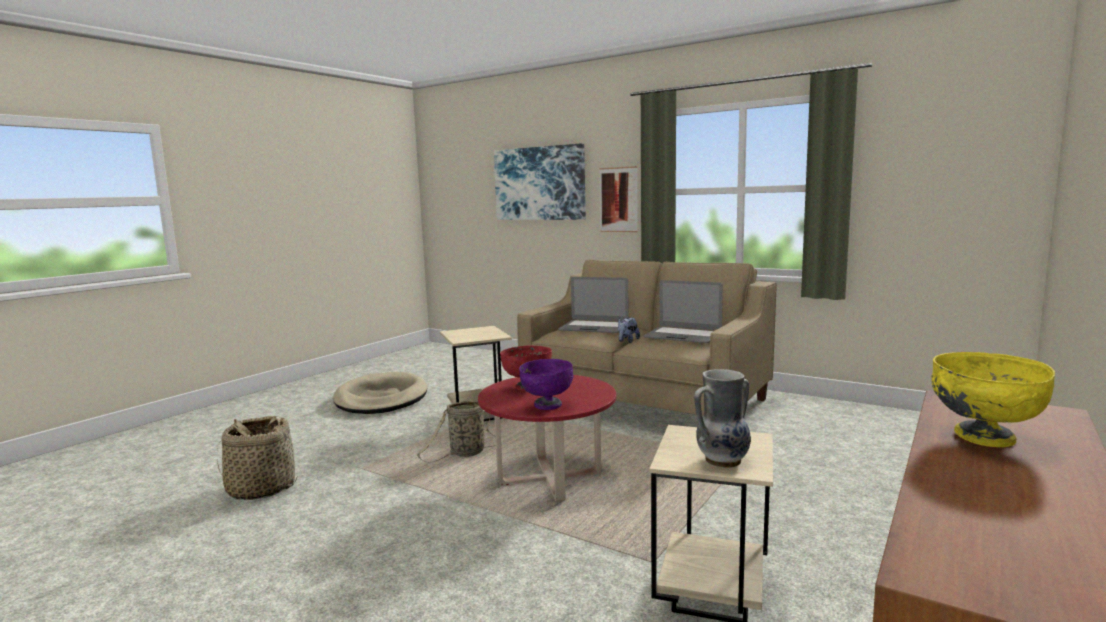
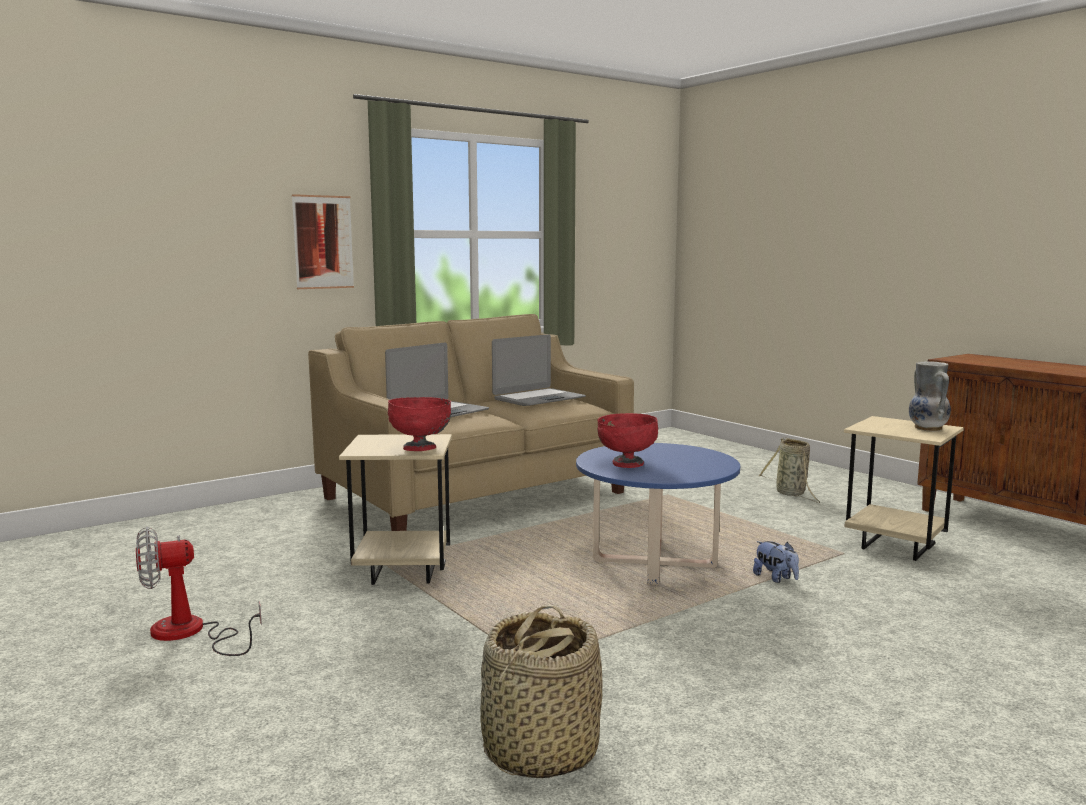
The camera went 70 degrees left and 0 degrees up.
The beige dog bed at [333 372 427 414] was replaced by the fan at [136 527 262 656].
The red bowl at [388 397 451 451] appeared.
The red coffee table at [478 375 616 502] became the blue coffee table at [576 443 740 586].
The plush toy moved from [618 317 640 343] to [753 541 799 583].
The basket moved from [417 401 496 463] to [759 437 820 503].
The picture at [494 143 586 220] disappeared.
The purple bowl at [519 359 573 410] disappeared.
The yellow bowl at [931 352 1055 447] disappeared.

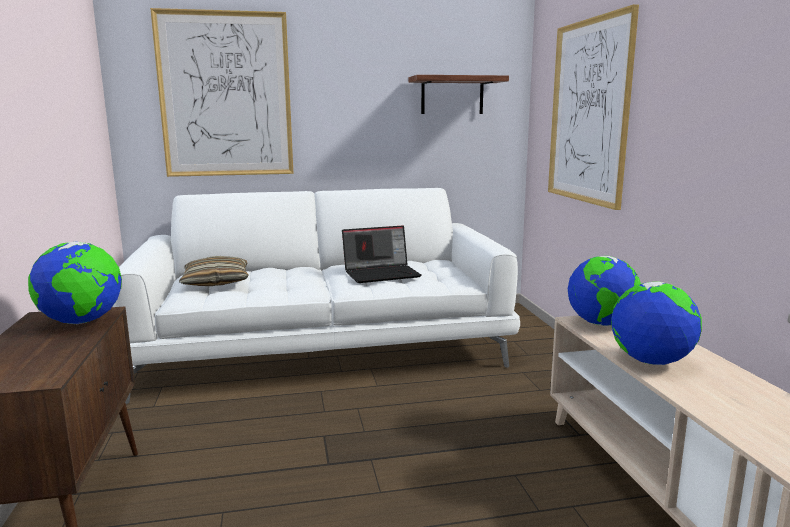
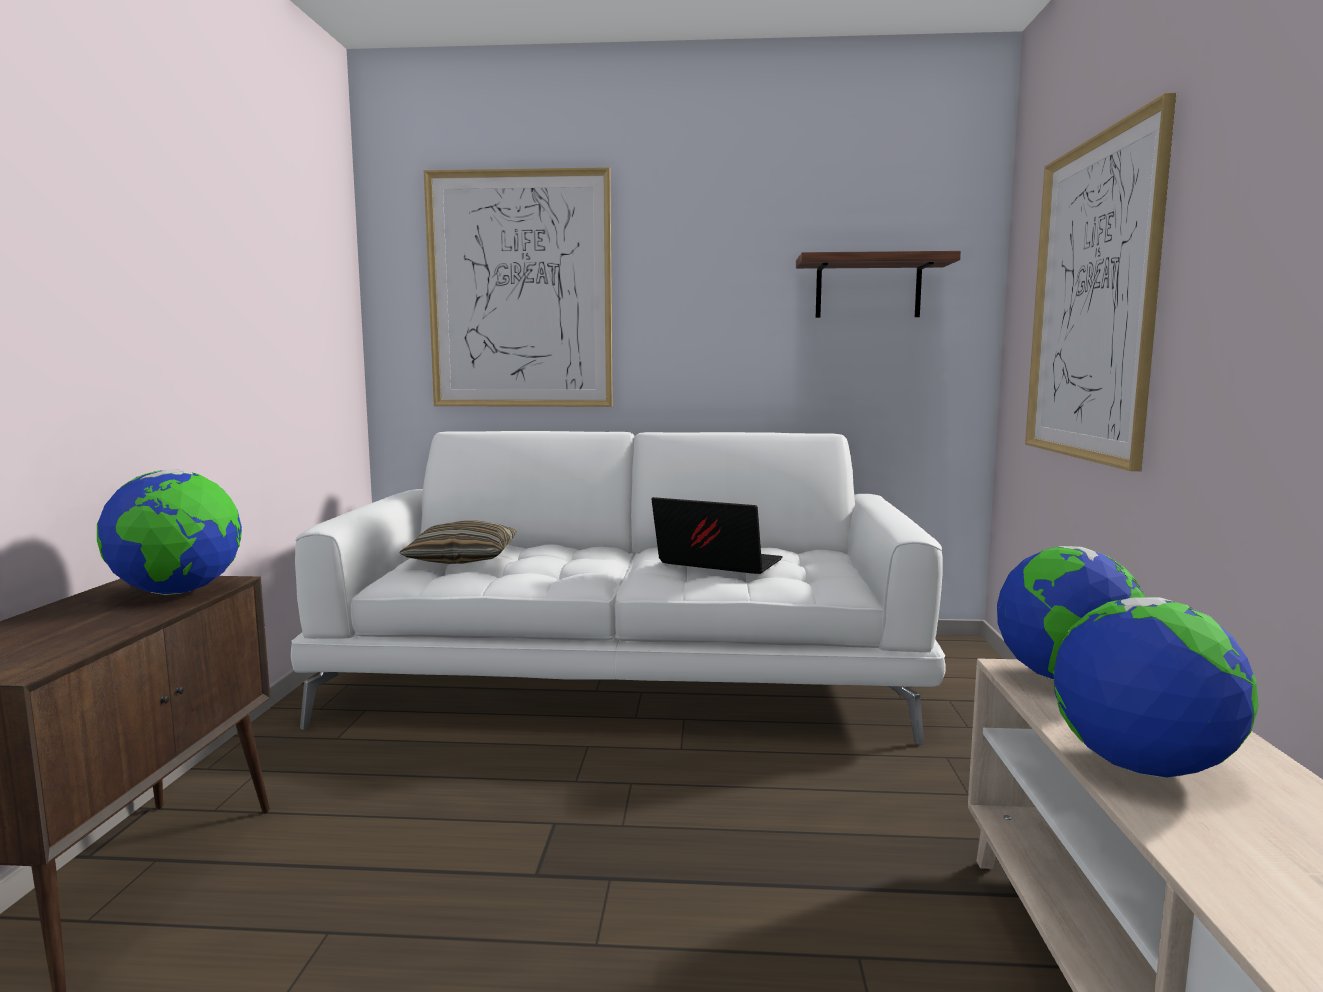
The camera went 15 degrees right and 5 degrees down.
The laptop at [342 225 421 283] turned 150 degrees counterclockwise.

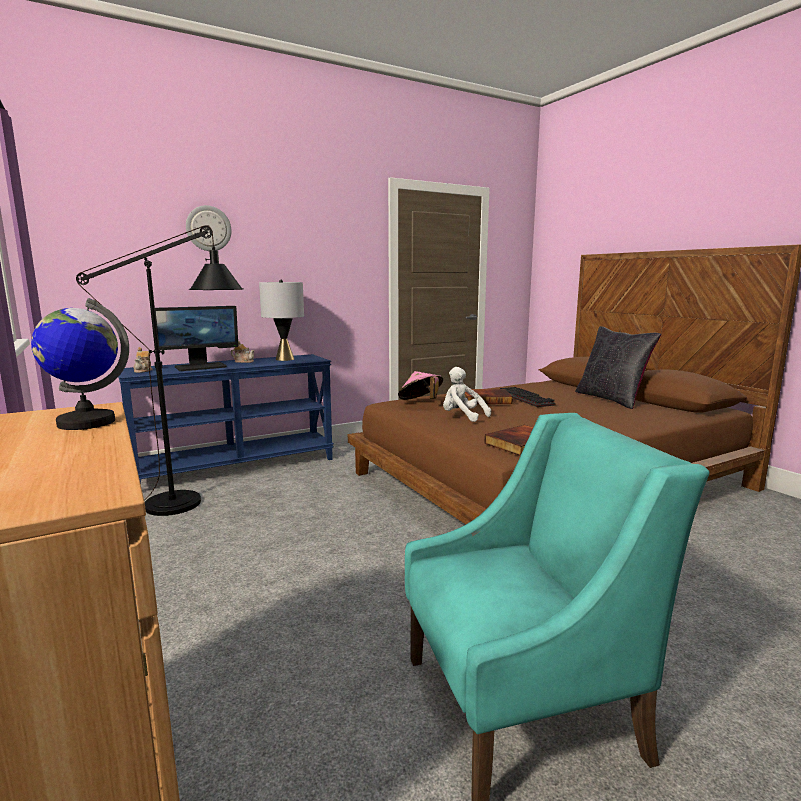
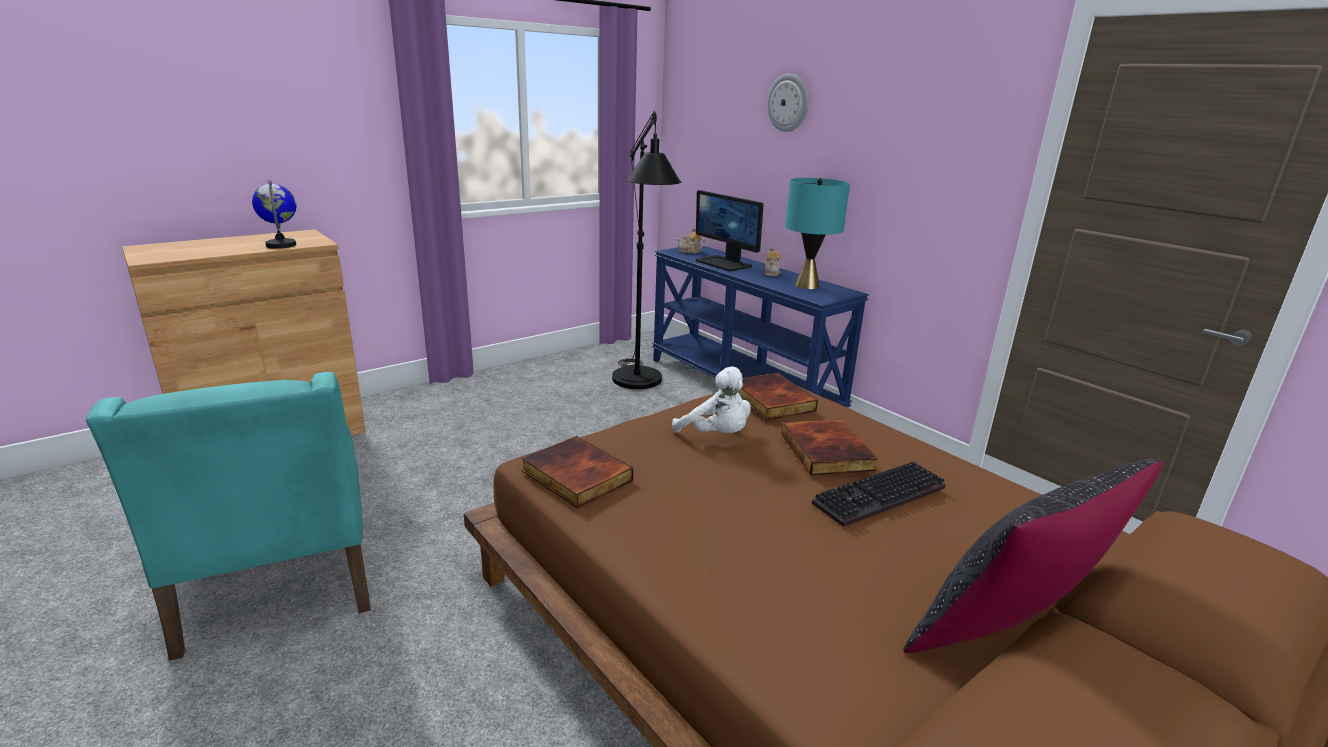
The camera went 80 degrees right and 10 degrees up.
The white plush toy at [443 367 491 422] turned 105 degrees clockwise.
The pink hat at [398 371 443 400] was replaced by the book at [738 373 818 420].
The grey table lamp at [259 280 304 361] became the turquoise table lamp at [785 178 850 289].

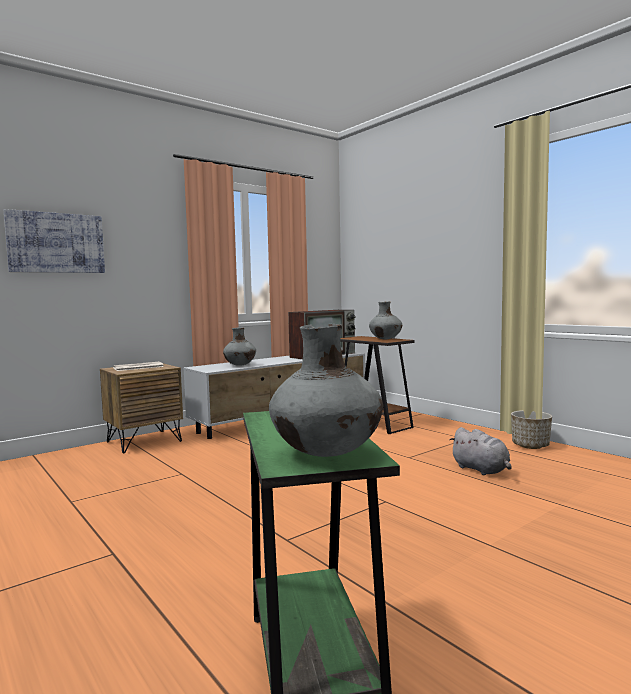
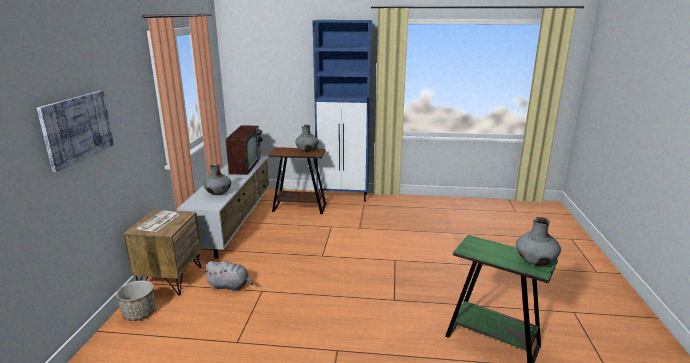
The camera went 45 degrees left and 15 degrees up.
The planter moved from [511 410 552 449] to [116 280 155 321].
The grey plush toy moved from [449 427 512 475] to [204 261 253 292].
The blue cabinet at [312 20 372 202] appeared.

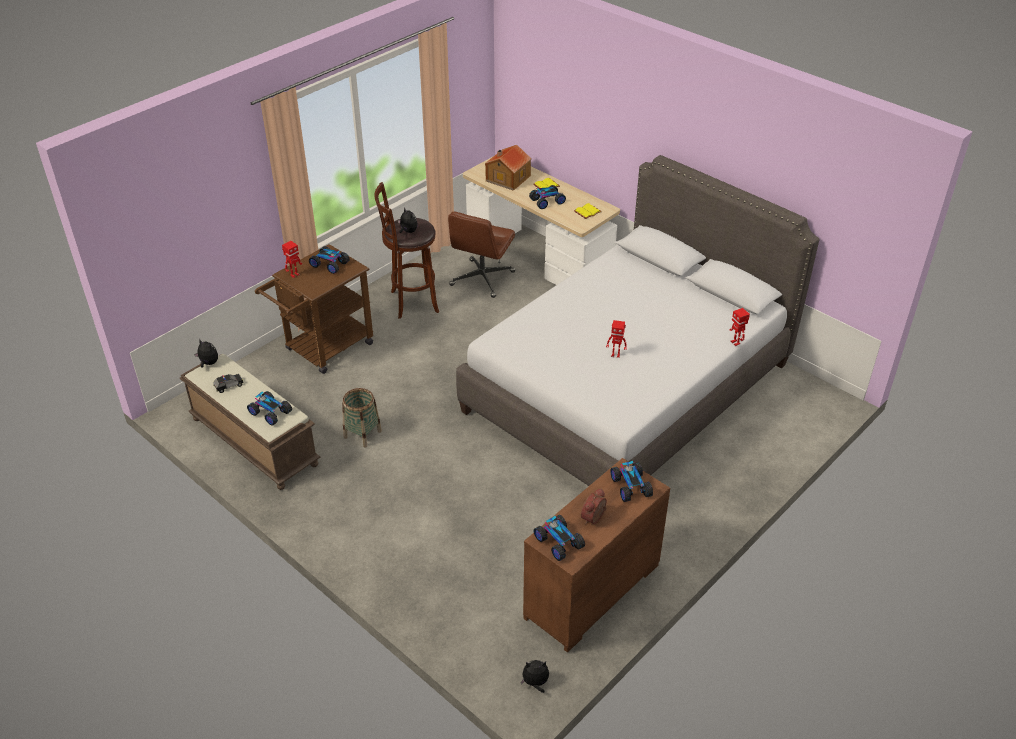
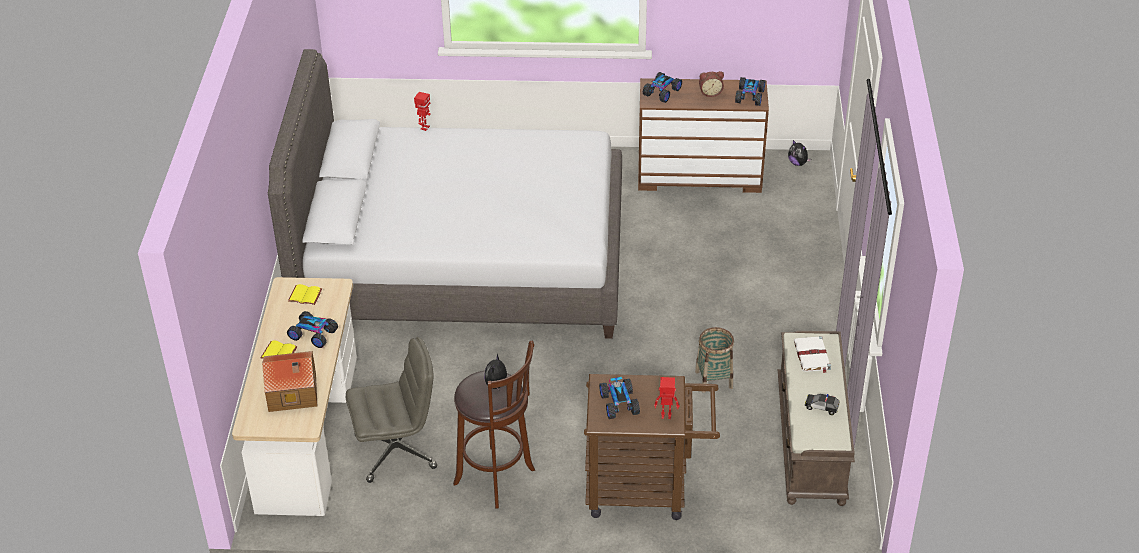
The camera went 130 degrees left and 0 degrees up.
The brown office chair at [448 212 515 298] became the grey office chair at [346 337 437 483].
The toy car at [247 391 292 426] was replaced by the white book at [794 336 831 373].
The plush toy at [194 338 218 368] disappeared.
The toy robot at [606 320 627 358] disappeared.

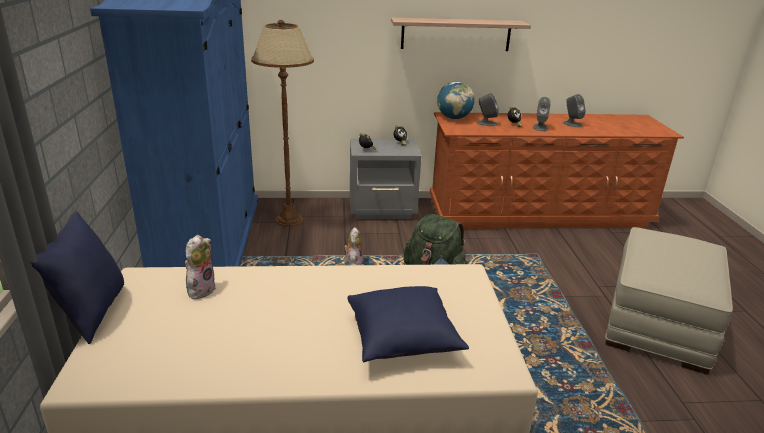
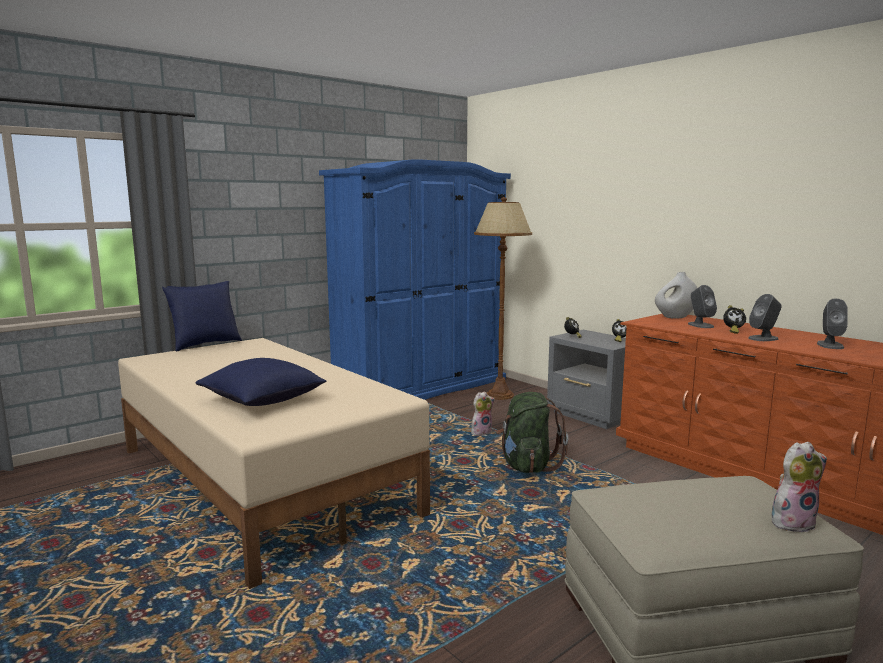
The camera went 55 degrees right and 15 degrees down.
The globe at [437 82 475 119] was replaced by the white vase at [655 272 697 318].
The plush toy moved from [185 235 216 299] to [772 442 827 532].
The shelf at [391 18 531 51] disappeared.

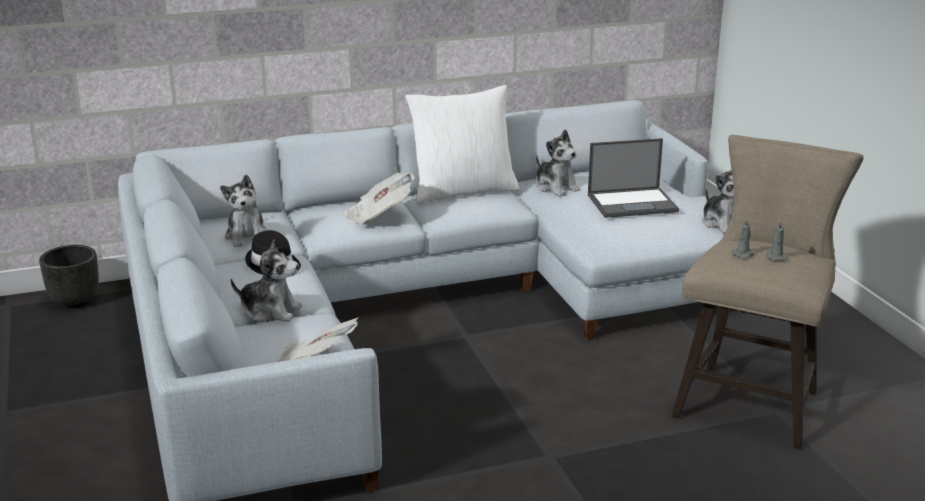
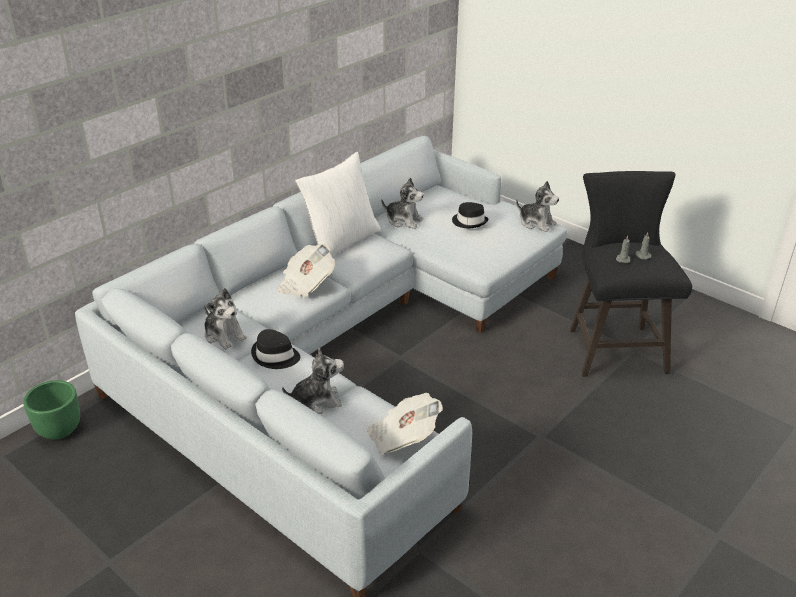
The camera went 30 degrees left and 10 degrees up.
The black planter at [39 245 99 308] became the green planter at [23 380 80 440].
The laptop at [588 138 679 218] was replaced by the black hat at [452 202 488 228].
The beige stool at [672 135 864 449] became the black stool at [570 171 692 377].

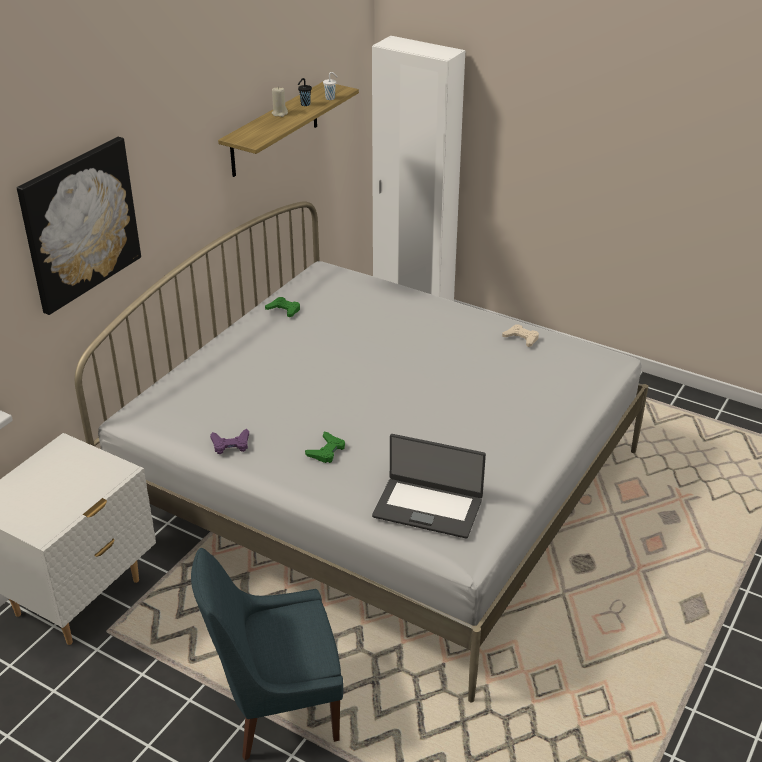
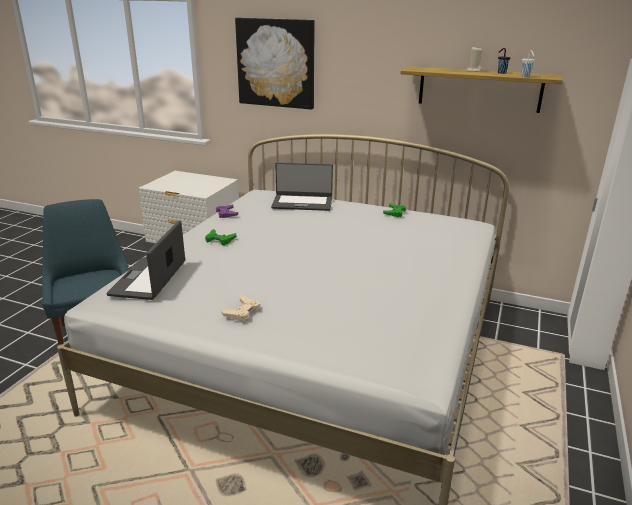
The camera went 80 degrees right and 10 degrees down.
The beige game controller moved from [502 324 539 347] to [222 295 260 322].
The laptop at [271 162 333 211] appeared.

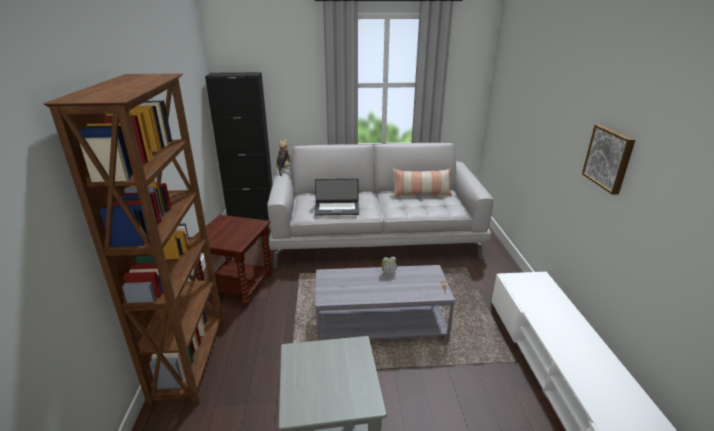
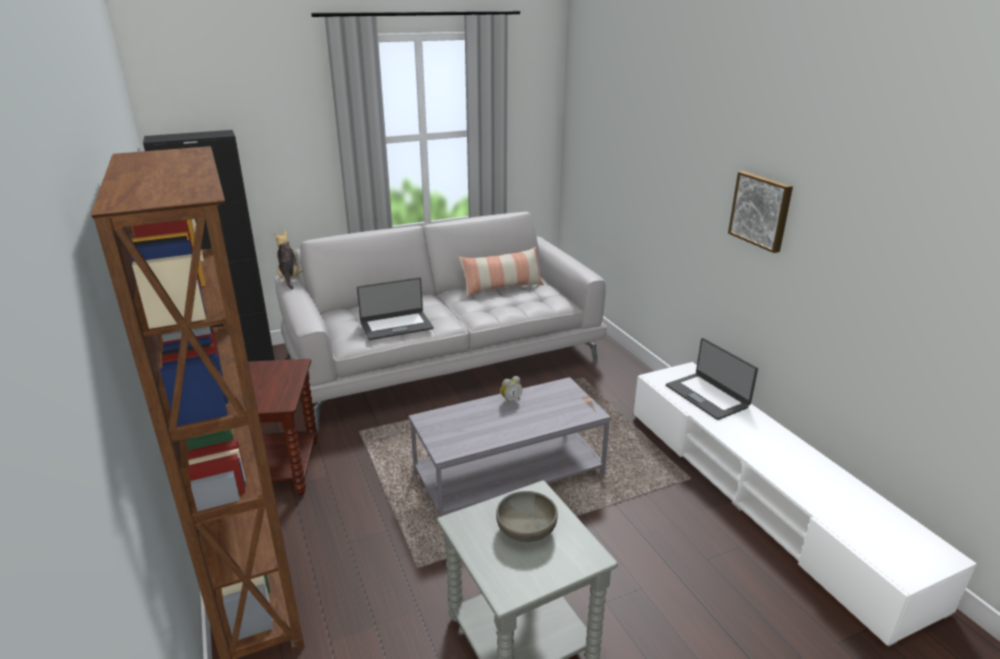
The camera went 20 degrees left and 0 degrees up.
The grey bowl at [496 491 558 542] appeared.
The laptop at [666 338 758 420] appeared.

